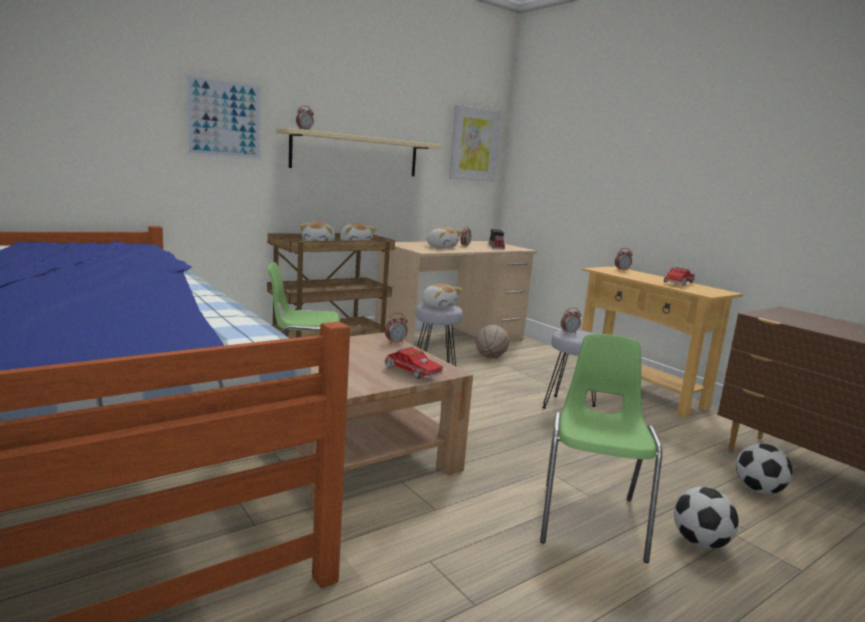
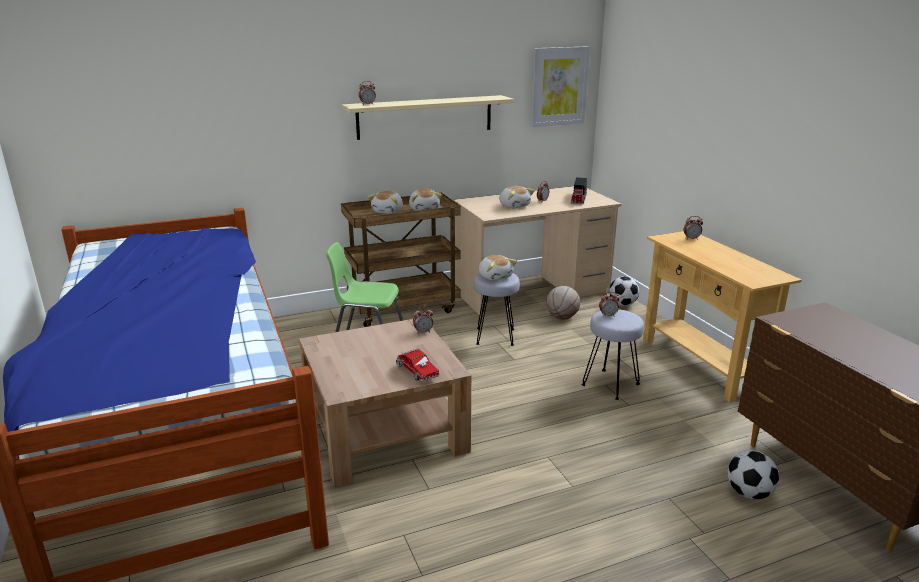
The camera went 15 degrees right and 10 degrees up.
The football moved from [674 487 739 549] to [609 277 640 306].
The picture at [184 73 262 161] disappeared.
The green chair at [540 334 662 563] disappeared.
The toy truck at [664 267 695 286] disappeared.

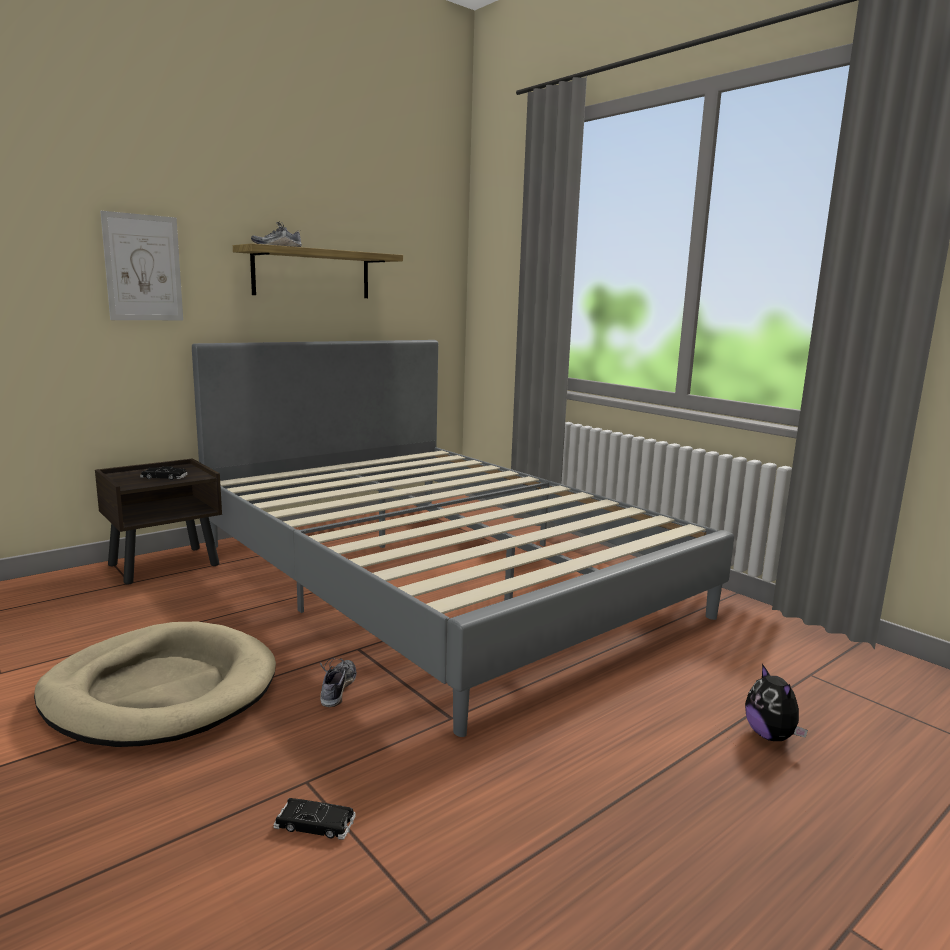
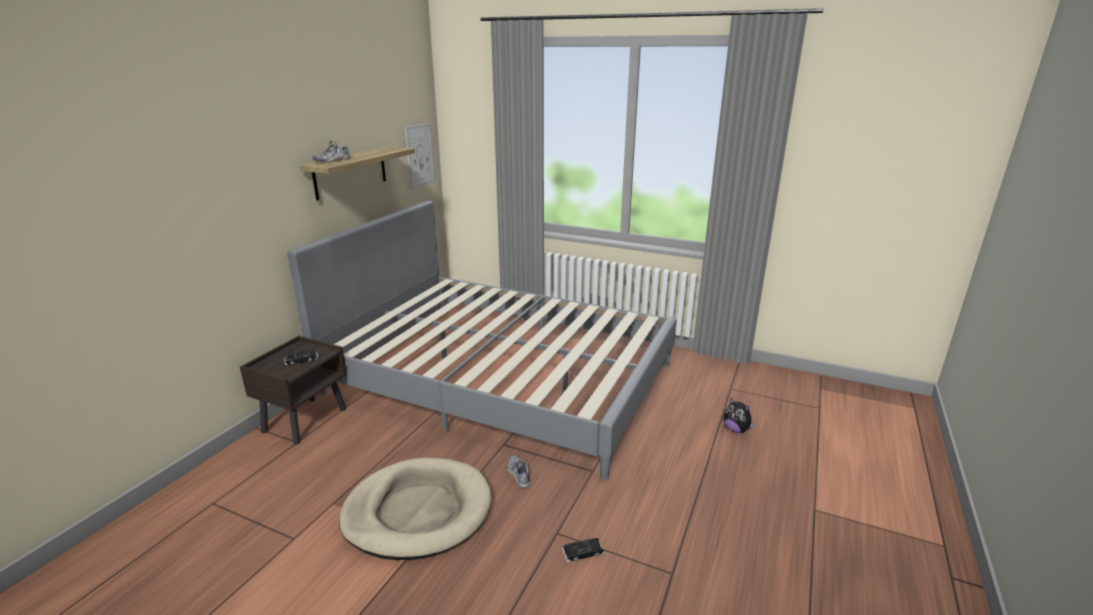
The camera went 25 degrees left and 10 degrees up.
The picture moved from [100 211 183 320] to [405 123 435 189].

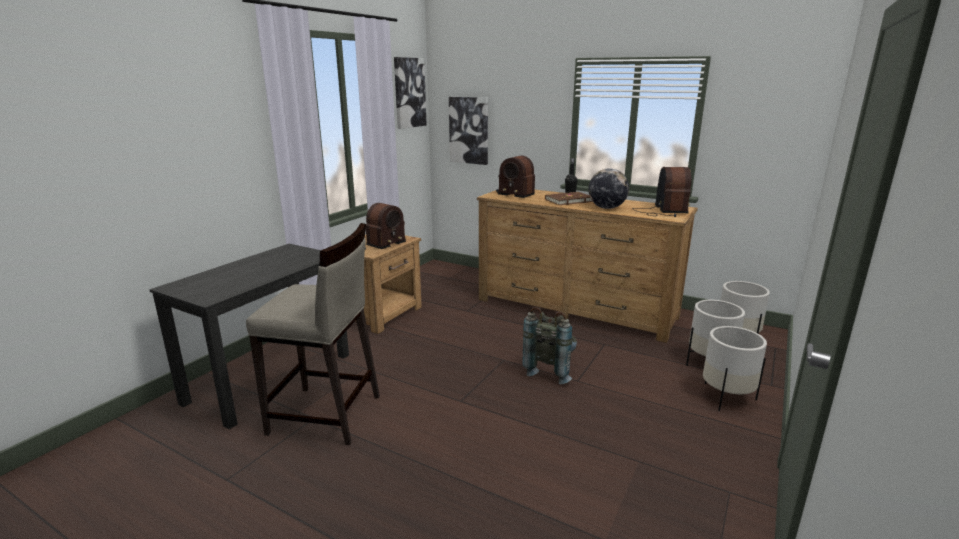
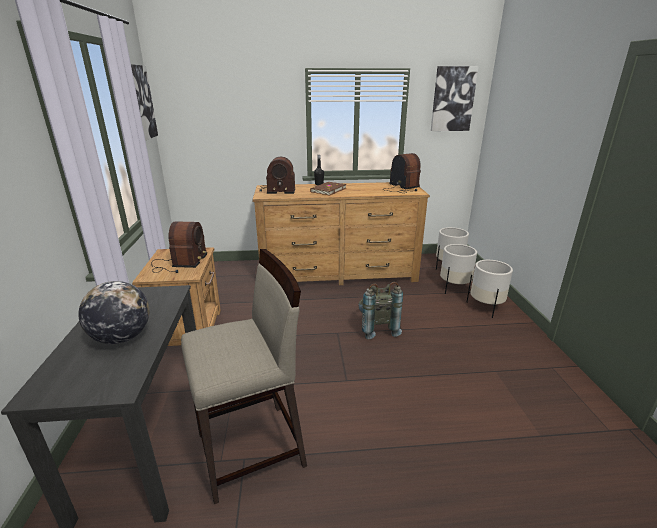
The camera went 35 degrees left and 5 degrees up.
The globe moved from [588 168 629 209] to [78 281 150 344].
The picture moved from [449 97 488 165] to [431 66 479 131].

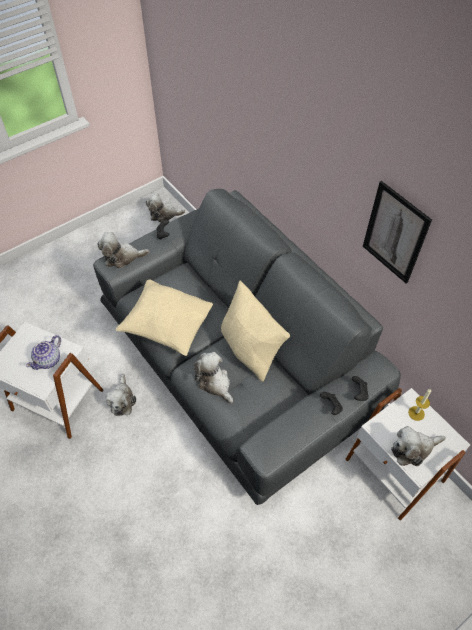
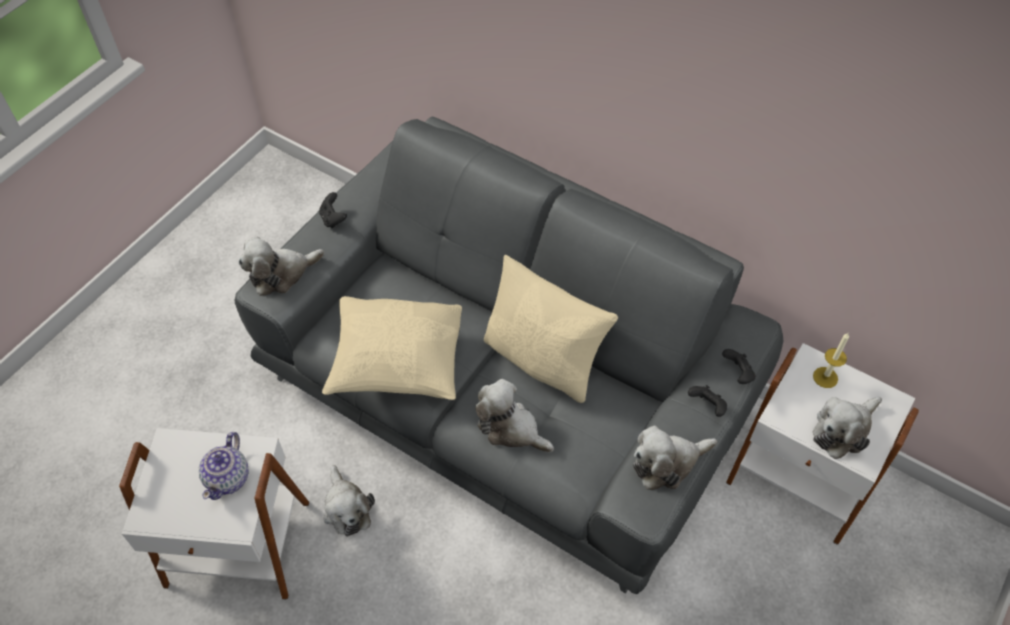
The camera went 20 degrees left and 0 degrees up.
The plush toy moved from [146 193 185 223] to [633 425 717 490].
The picture at [363 181 432 284] disappeared.

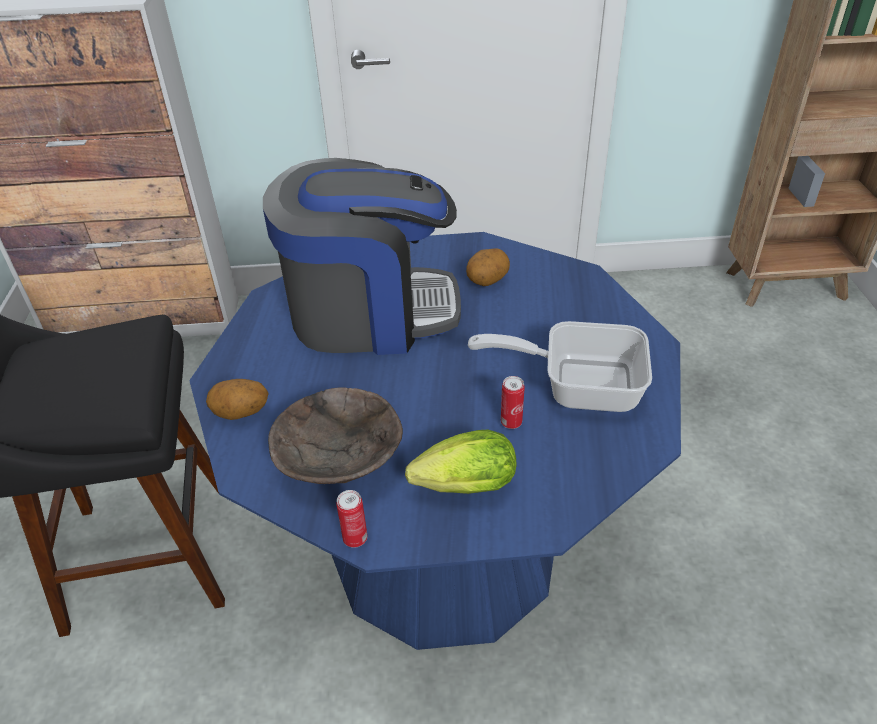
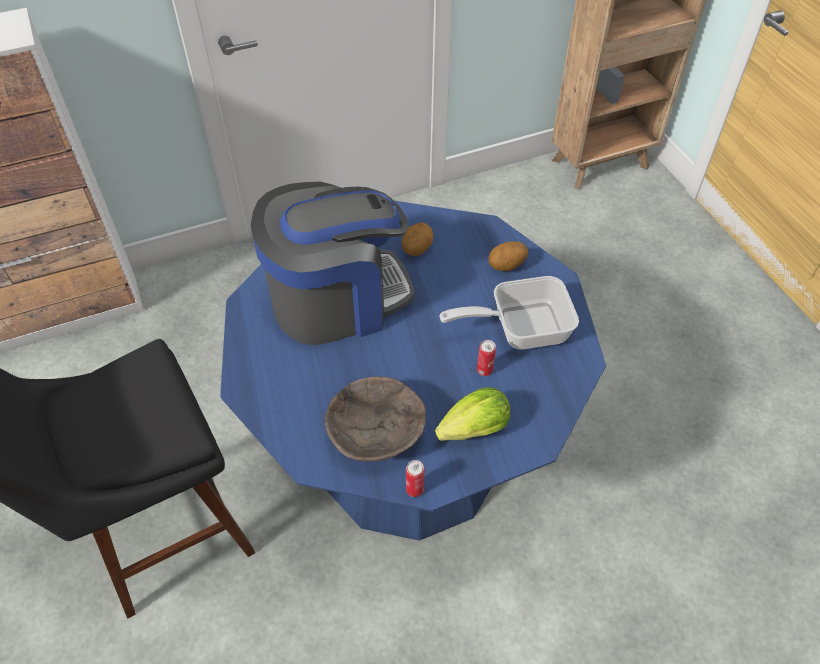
The camera went 20 degrees left and 10 degrees up.
The potato moved from [206 379 269 420] to [488 241 528 271].

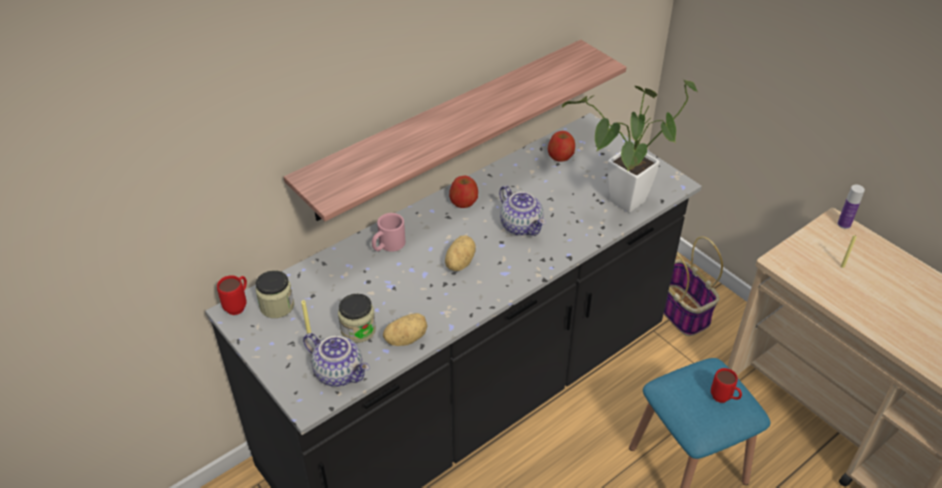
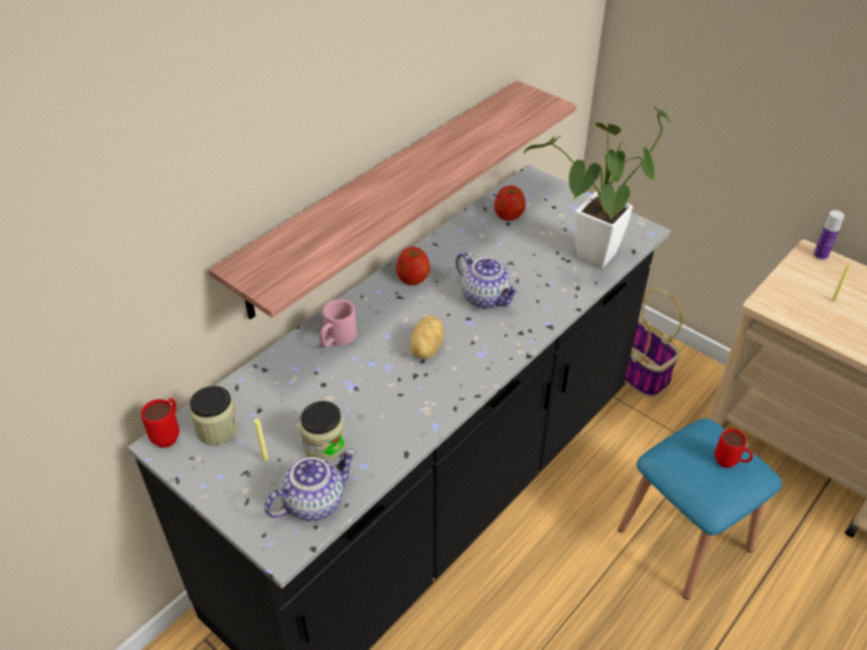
The camera went 10 degrees left and 0 degrees up.
The teapot at [303 333 370 387] turned 60 degrees counterclockwise.
The potato at [383 313 427 346] disappeared.

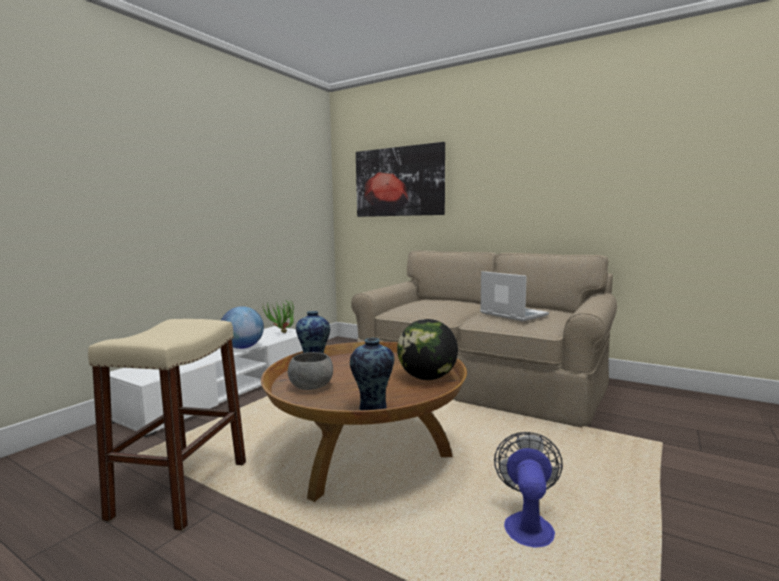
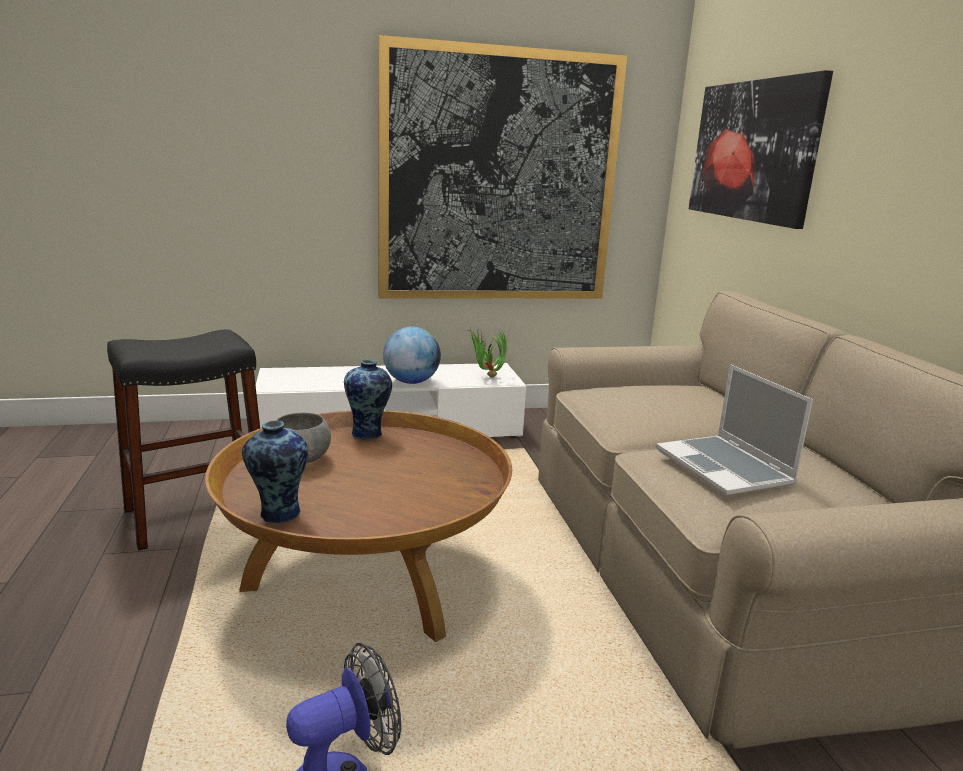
The camera went 45 degrees right and 10 degrees up.
The beige stool at [88 319 246 531] became the black stool at [107 329 260 550].
The picture at [378 35 627 299] appeared.
The laptop at [480 271 549 321] turned 150 degrees clockwise.
The globe at [397 319 458 380] disappeared.

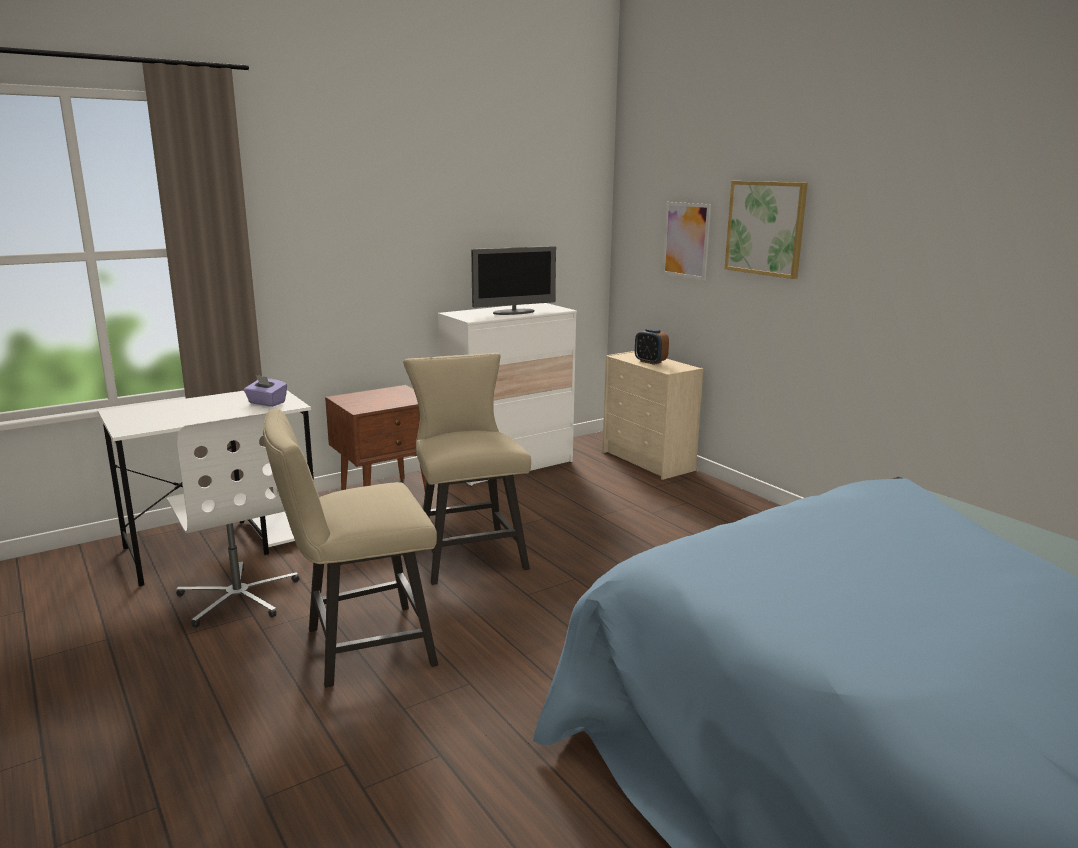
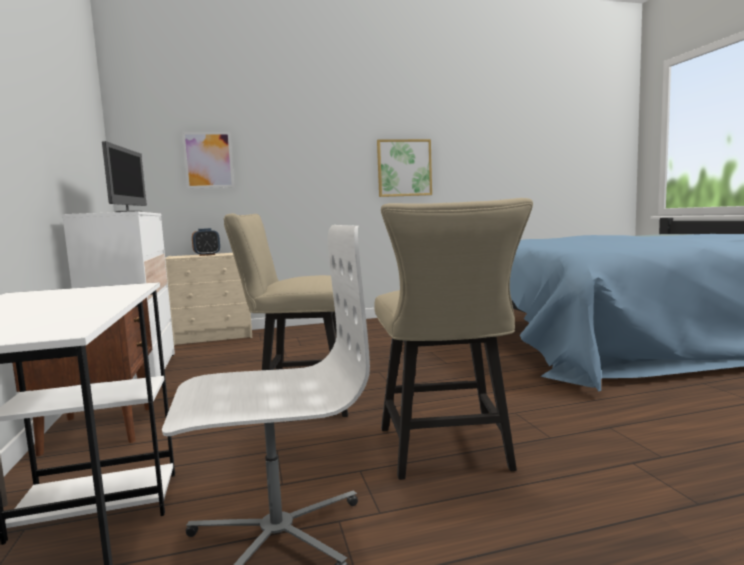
The camera went 70 degrees left and 10 degrees down.
The picture moved from [724 181 808 279] to [377 139 432 197].
The purple tissue box at [244 375 287 407] disappeared.

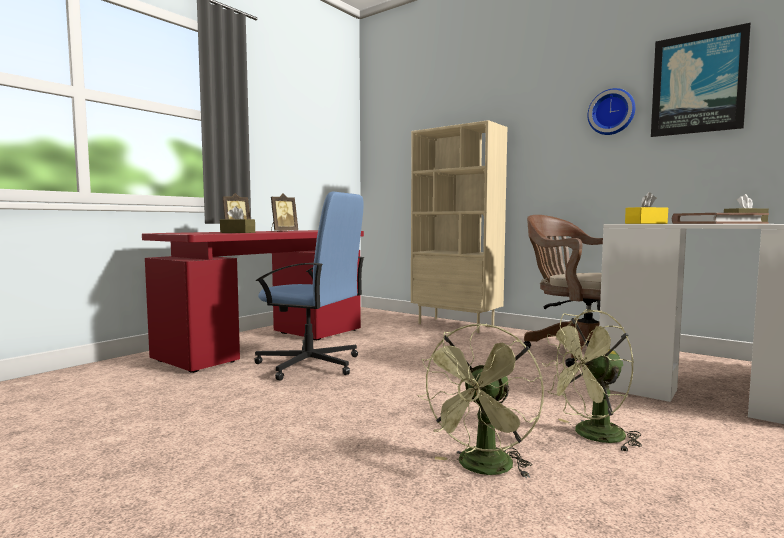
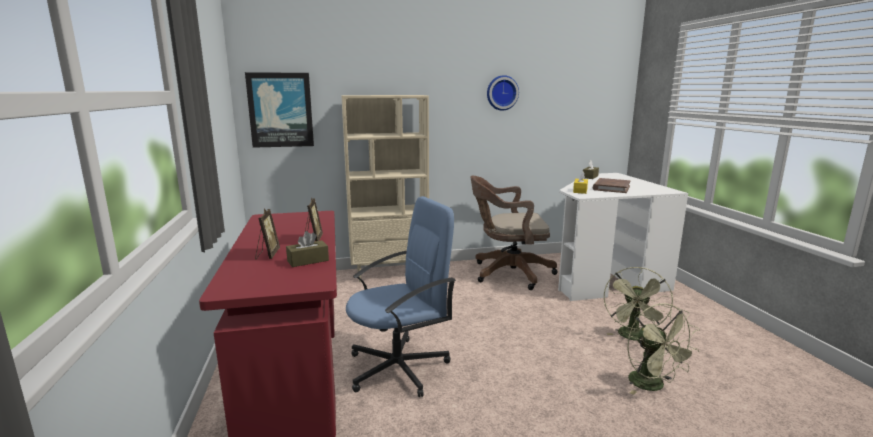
The camera went 50 degrees left and 10 degrees up.
The picture moved from [651 23 751 137] to [245 72 314 148].

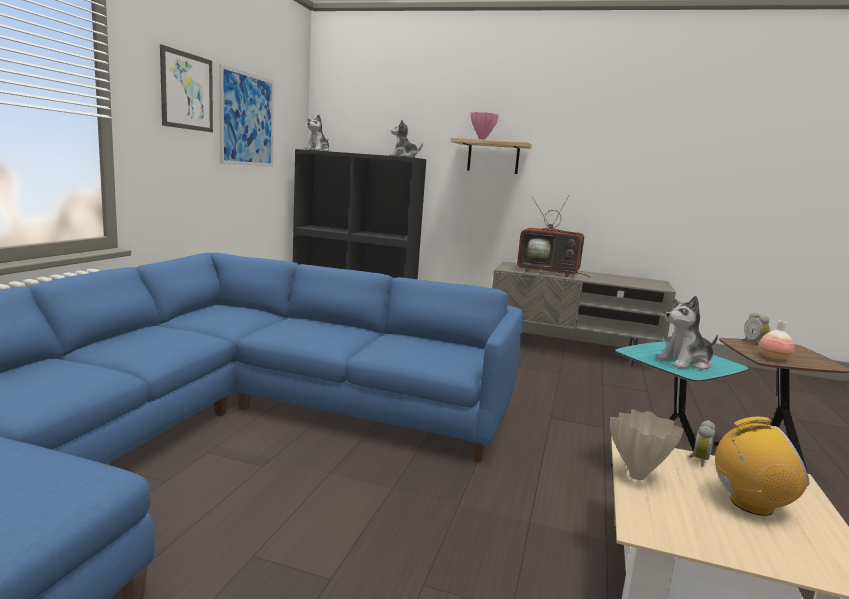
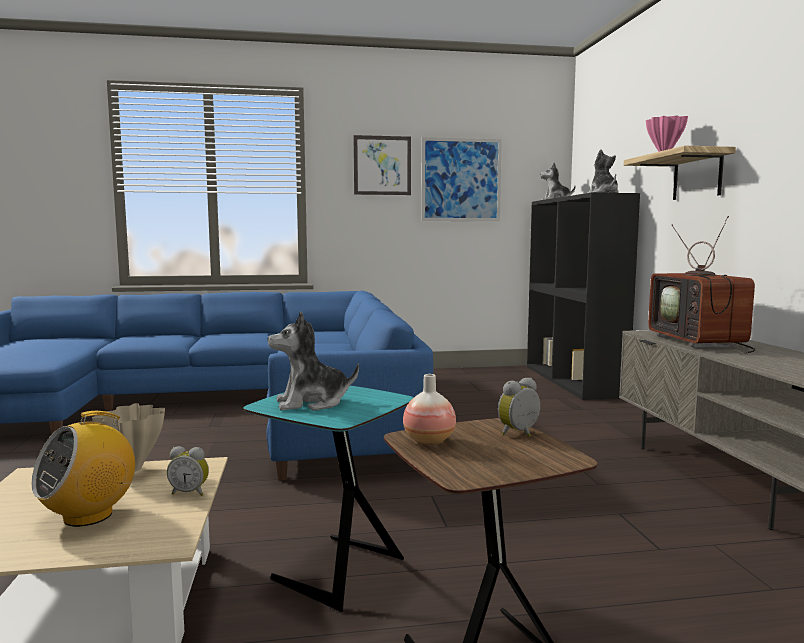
The camera went 65 degrees right and 5 degrees down.
The radio at [715 417 809 516] turned 60 degrees clockwise.
The plush toy at [656 296 718 370] turned 60 degrees counterclockwise.

